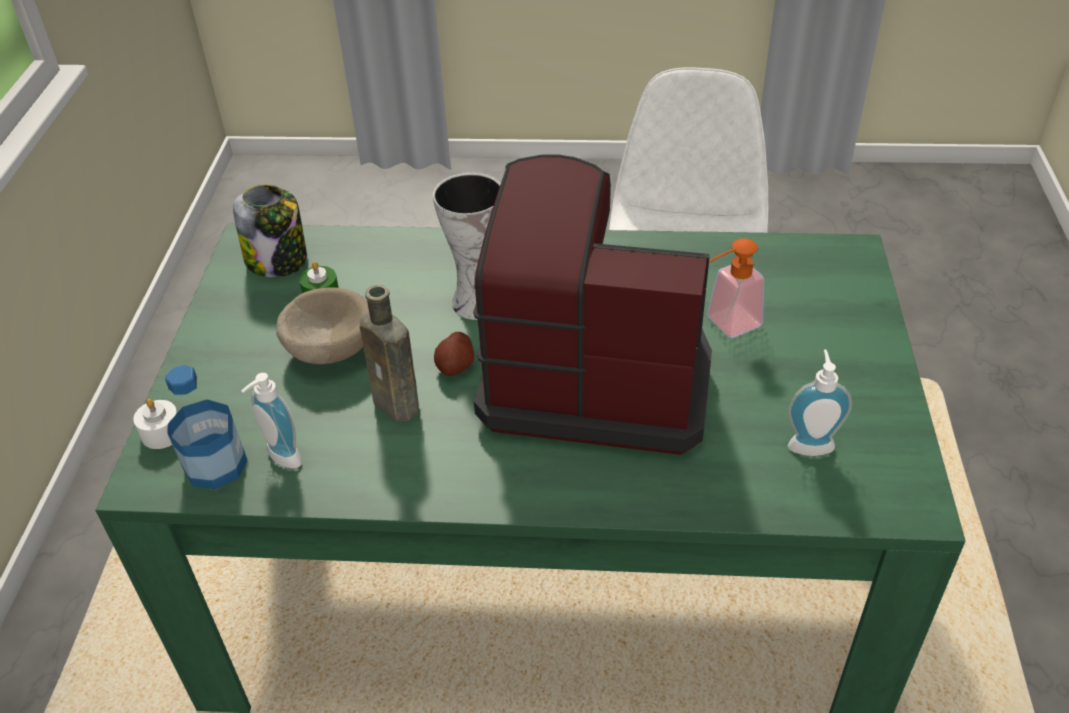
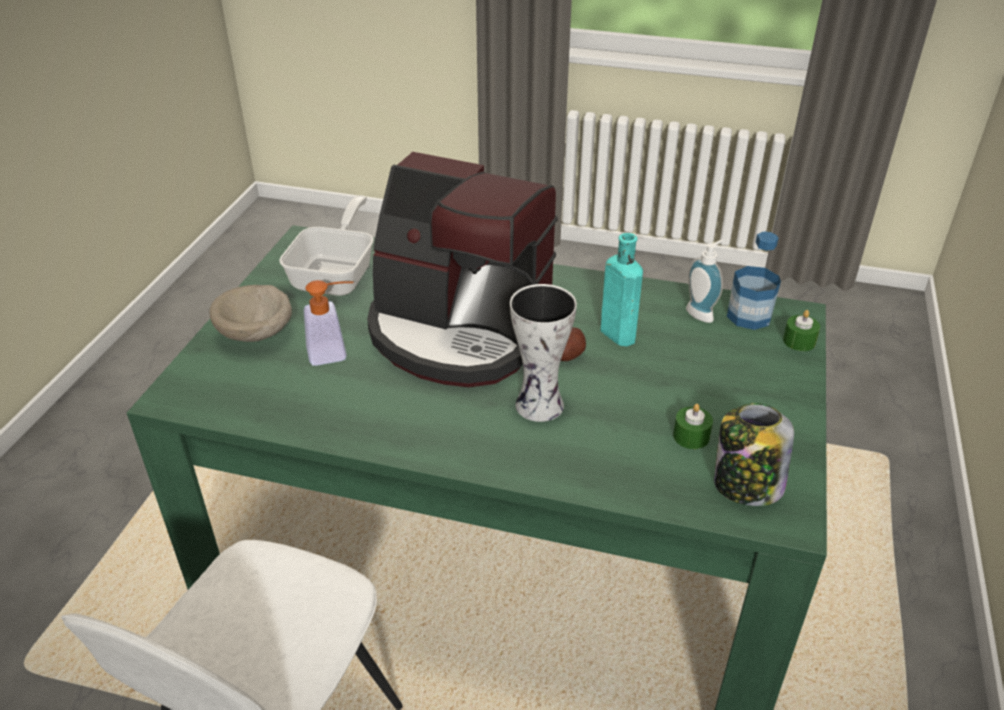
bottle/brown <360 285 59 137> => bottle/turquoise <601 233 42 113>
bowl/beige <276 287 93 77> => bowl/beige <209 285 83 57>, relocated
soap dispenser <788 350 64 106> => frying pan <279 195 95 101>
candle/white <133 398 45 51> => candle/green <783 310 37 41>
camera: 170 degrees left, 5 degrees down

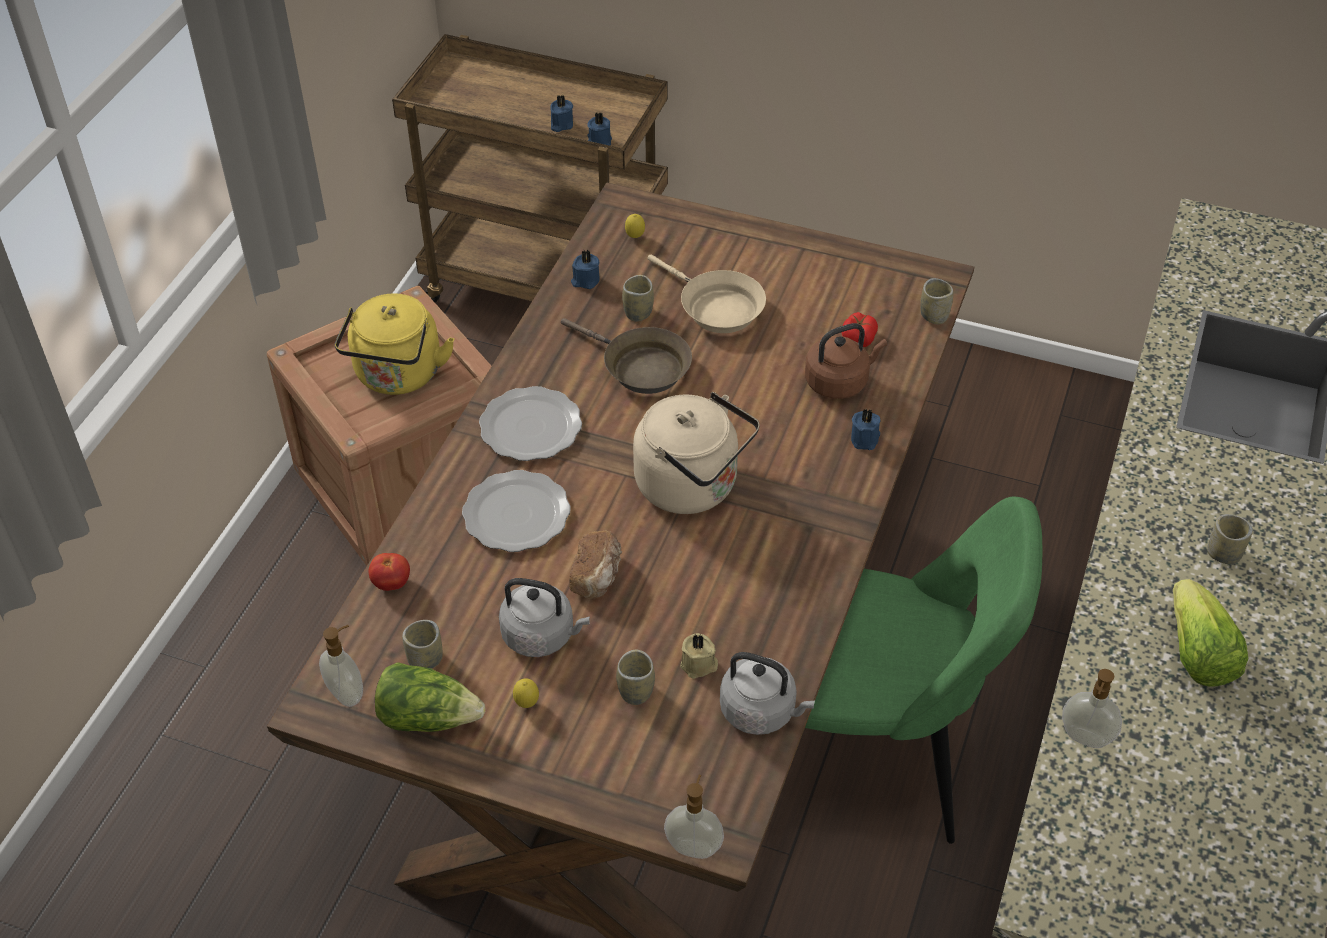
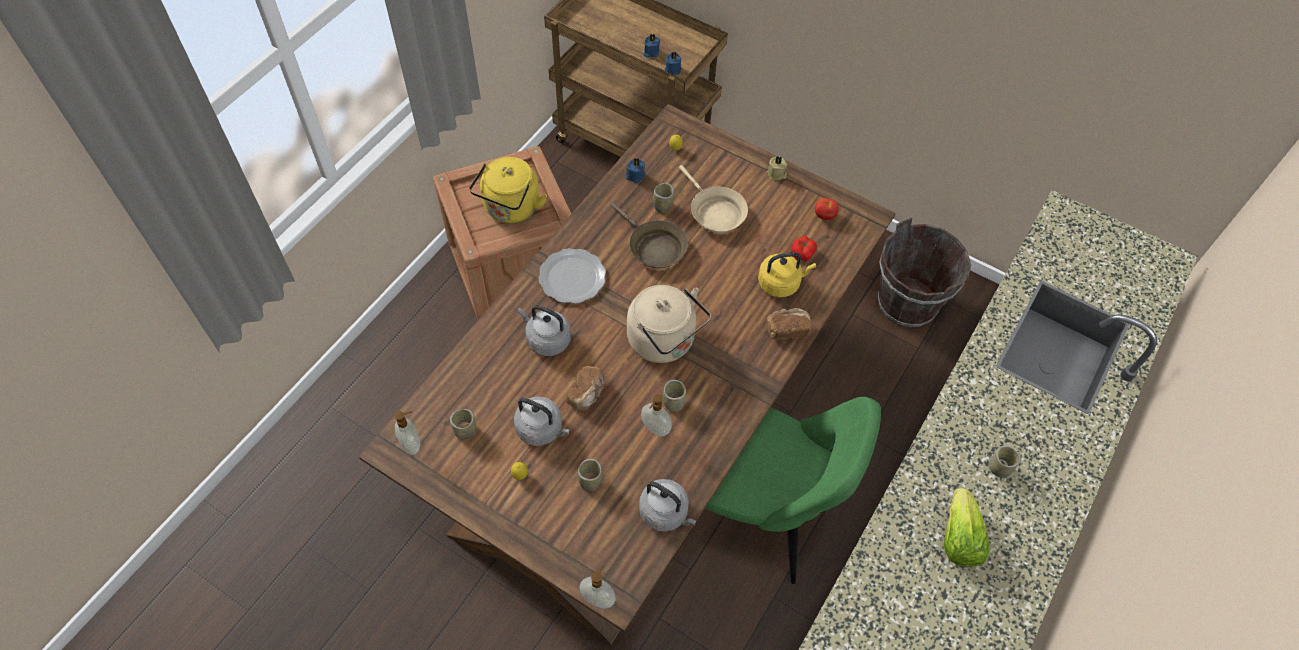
cup <920 278 33 46> => cup <662 380 24 32>, relocated
kettle/brown <805 323 82 76> => kettle/yellow <758 252 58 45>
candle/blue <851 409 30 41> => bread <766 308 45 31>
plate <462 470 108 82> => kettle/grey <518 305 53 51>
tomato <369 553 41 38> => tomato <815 198 24 22>, relocated
candle/beige <680 633 38 46> => candle/beige <767 156 20 24>, relocated
lettuce <375 662 110 70> => nothing
soap dispenser <1062 669 60 79> => soap dispenser <641 394 31 42>, relocated
nothing => bucket/brown <878 218 93 109>
camera: 10 degrees right, 10 degrees up

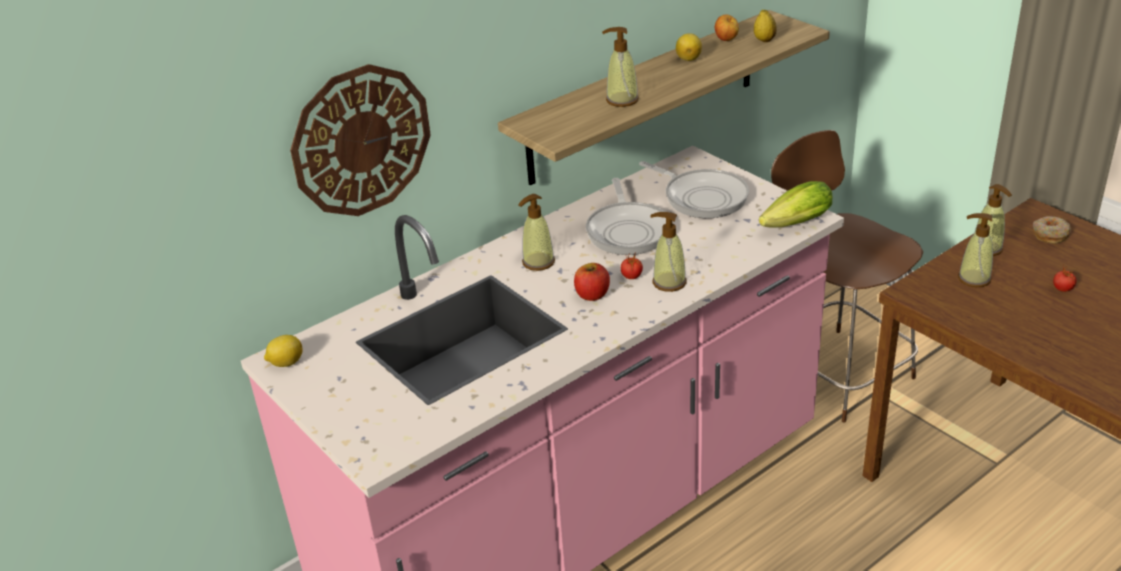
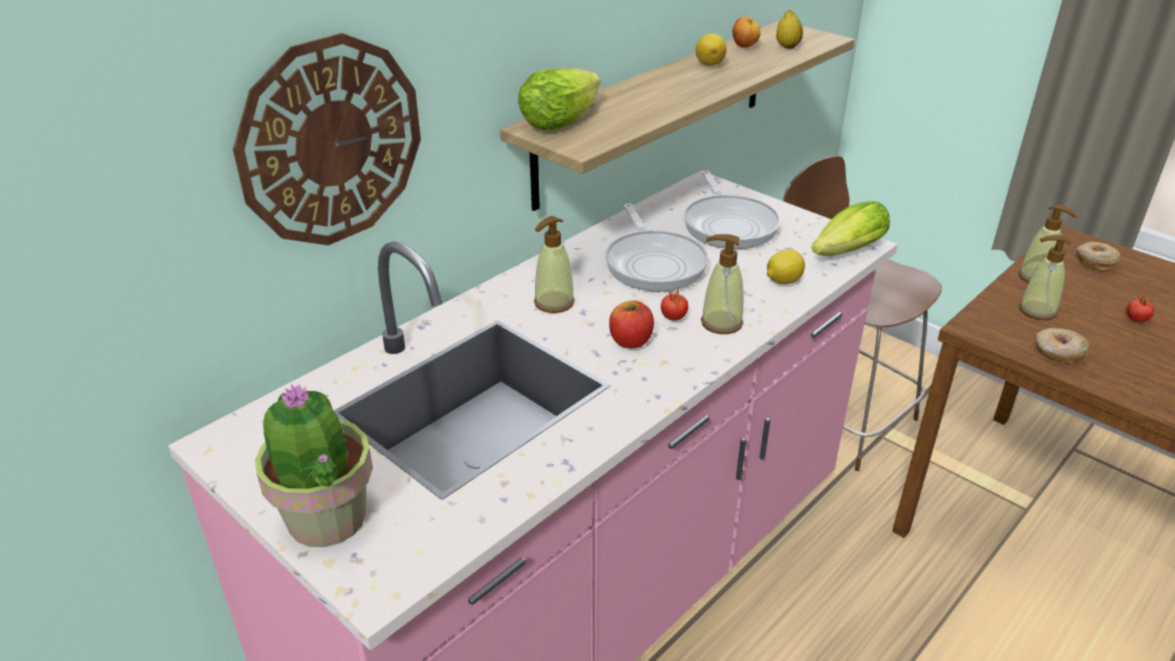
soap dispenser <602 27 37 80> => nothing
frying pan <639 161 110 57> => frying pan <684 170 97 79>, 45 degrees clockwise
lemon <264 335 39 32> => lemon <767 249 38 35>, relocated
nothing => lettuce <518 68 83 62>
nothing => donut <1035 328 55 36>
nothing => potted plant <255 384 118 163>
camera: 10 degrees left, 0 degrees up

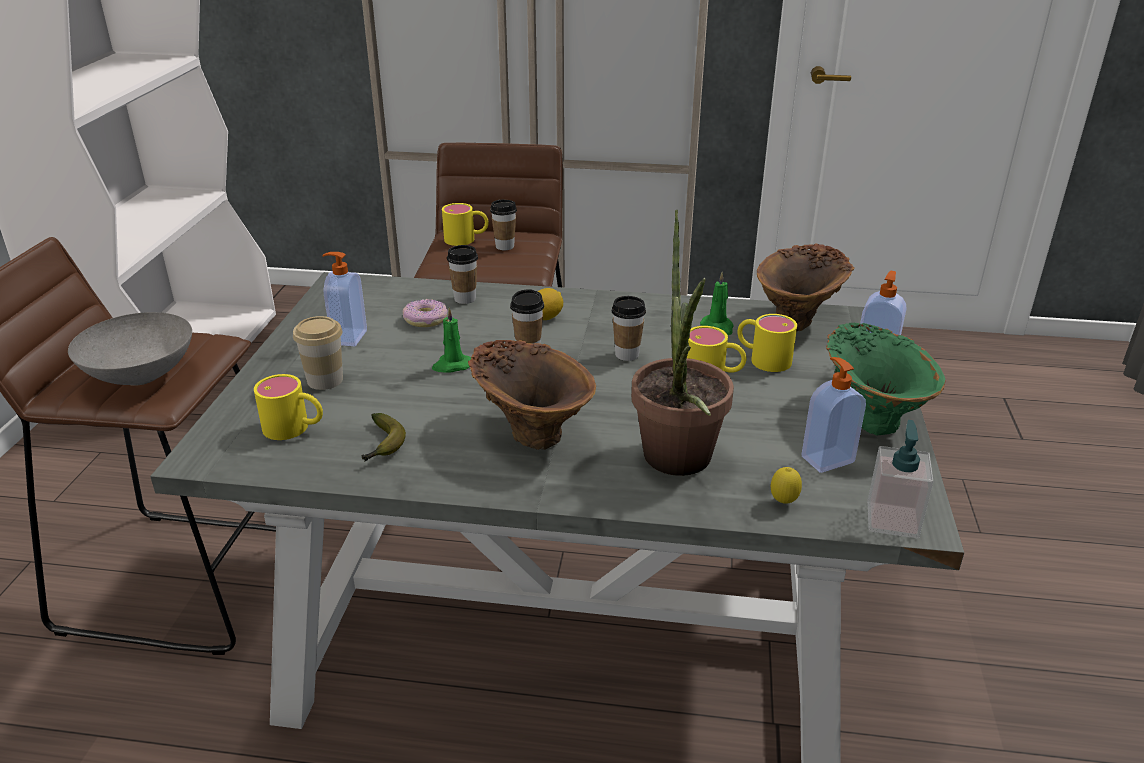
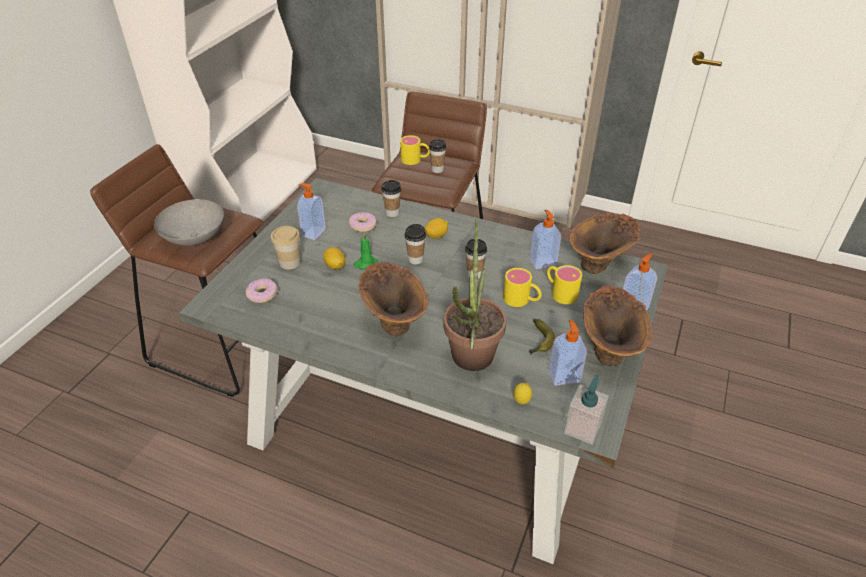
candle/green <700 272 34 63> => soap dispenser <530 210 31 59>
vase/green <826 323 120 112> => vase/brown <583 286 69 80>
mug/yellow <254 374 69 66> => donut <246 278 32 25>
banana <362 413 44 48> => banana <529 319 26 35>, relocated
nothing => lemon <323 247 23 23>
camera: 15 degrees right, 10 degrees up

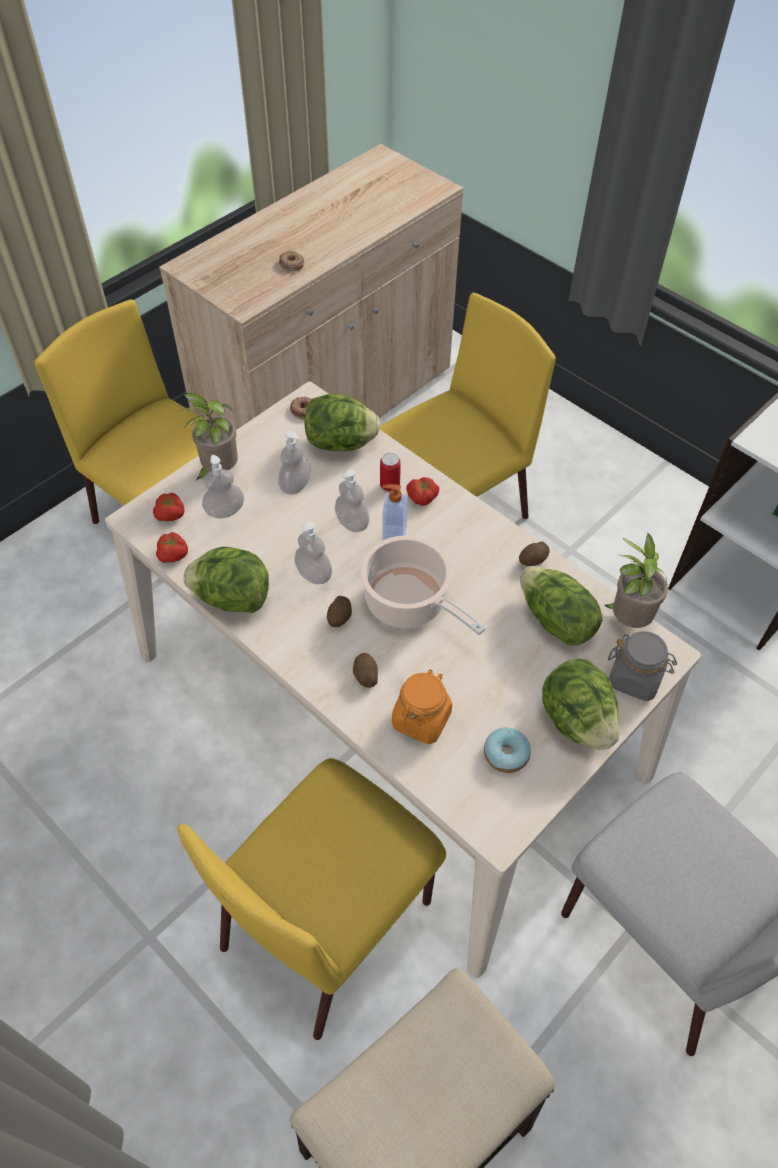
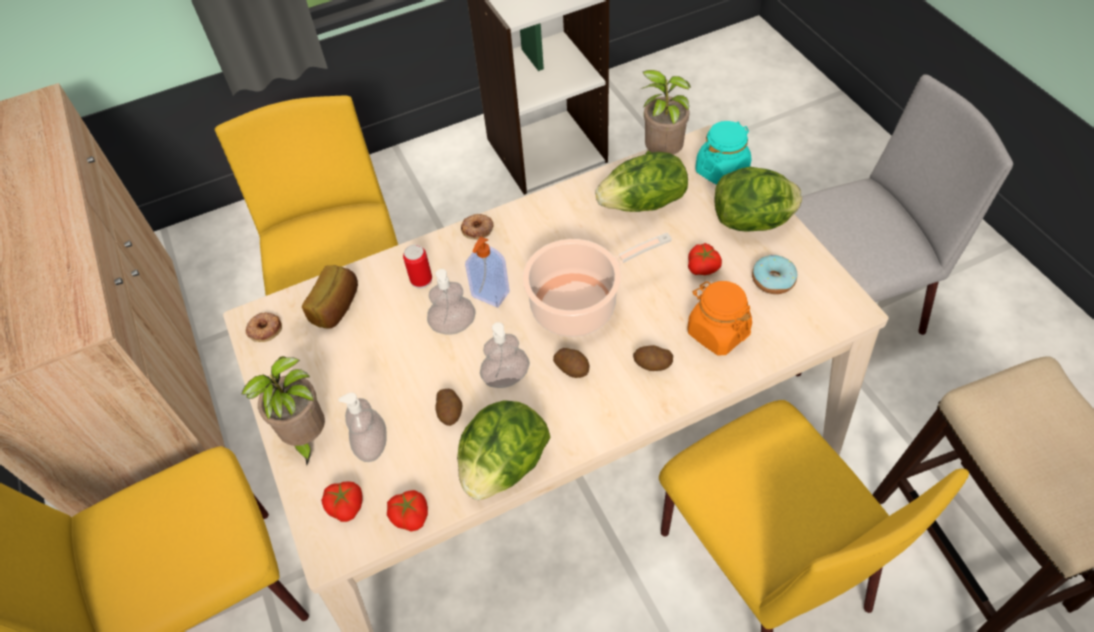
donut <279 251 25 20> => donut <461 214 33 26>, relocated
lettuce <304 394 76 57> => bread <302 265 56 64>
soap dispenser <278 431 33 64> => nothing
tomato <406 477 33 29> => tomato <688 243 34 32>, relocated
potato <519 541 30 25> => potato <435 389 28 37>, relocated
jar/grey <608 631 69 70> => jar/turquoise <696 121 56 64>
camera: 65 degrees left, 0 degrees up

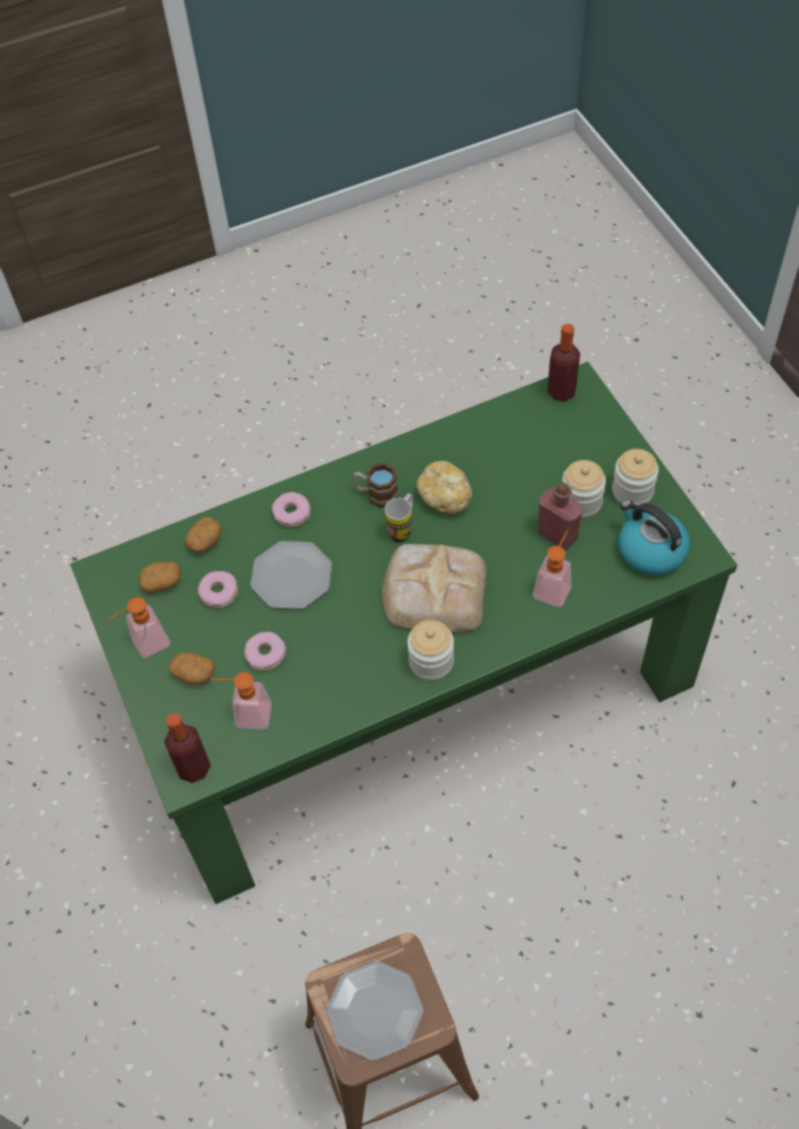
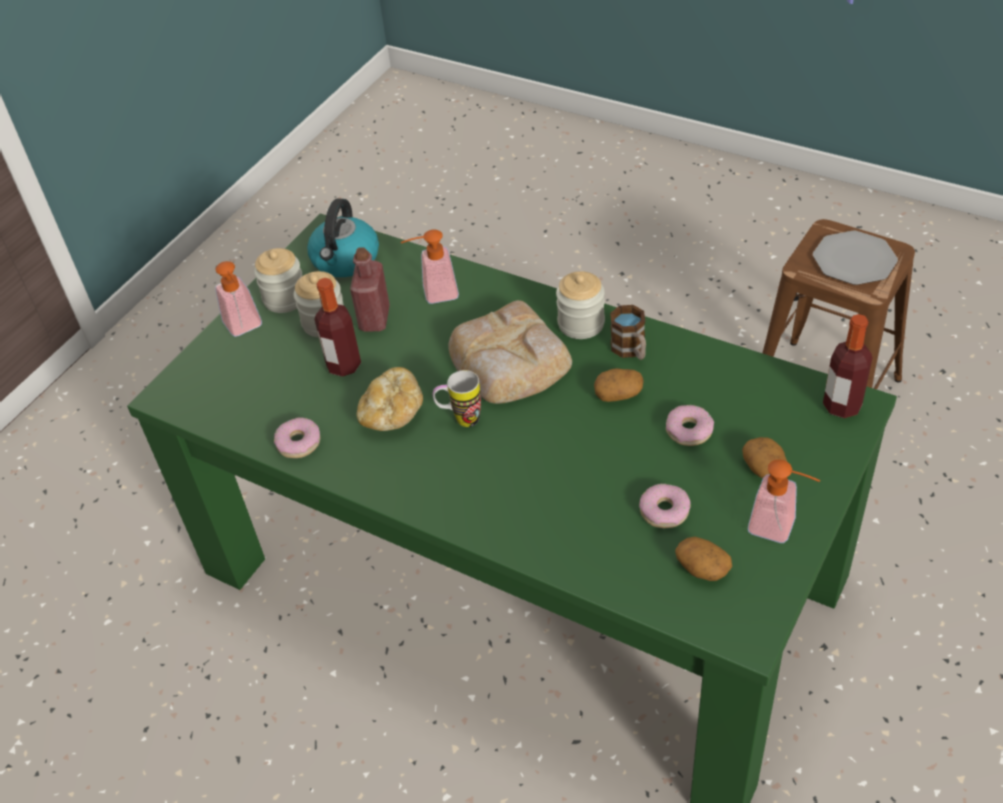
bottle <547 324 33 78> => bottle <314 278 47 99>, relocated
mug <353 463 45 45> => mug <610 305 36 55>, relocated
donut <272 492 39 35> => donut <274 417 46 41>, relocated
potato <185 517 37 35> => potato <594 368 50 34>, relocated
plate <250 541 82 68> => nothing
soap dispenser <211 672 61 57> => soap dispenser <215 261 47 76>, relocated
camera: 125 degrees left, 10 degrees down

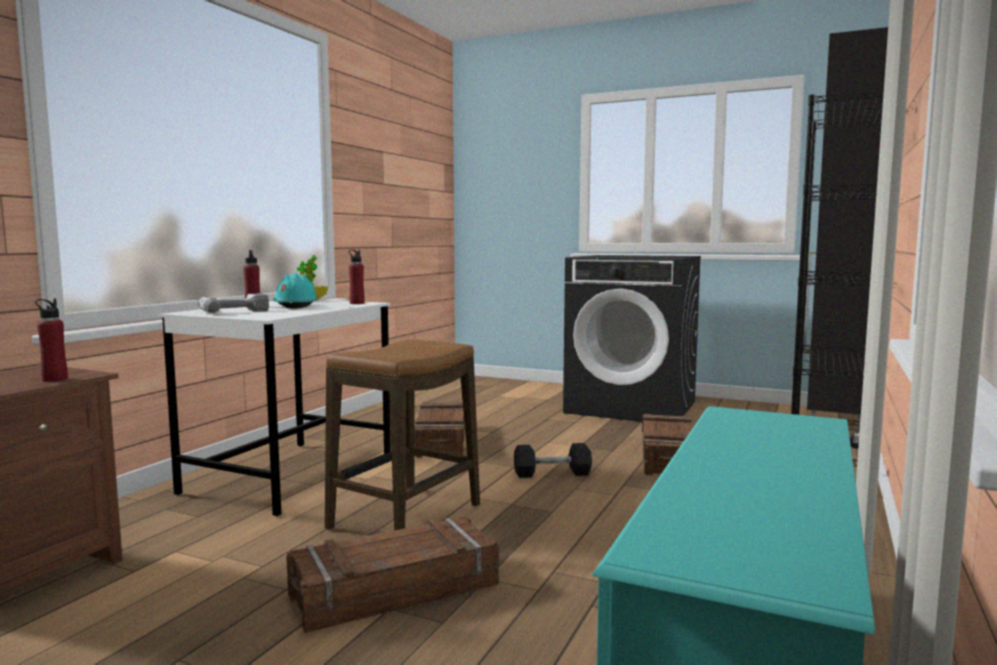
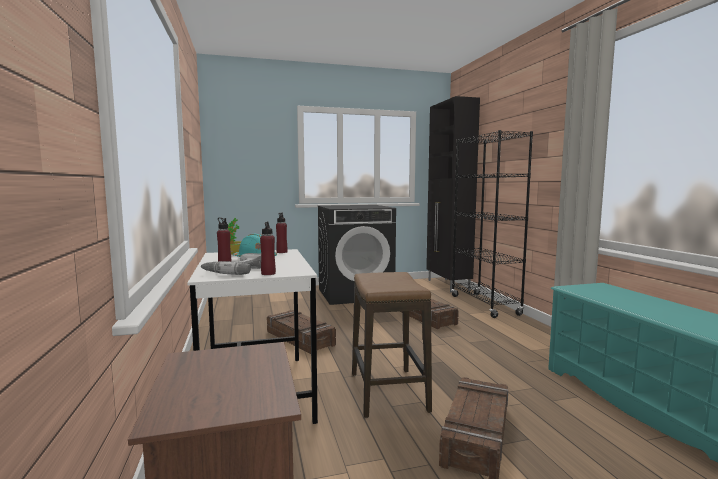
bottle/red <35 299 33 83> => bottle/red <260 222 16 53>, relocated
dumbbell/black <514 443 78 35> => nothing
camera: 40 degrees left, 0 degrees up

